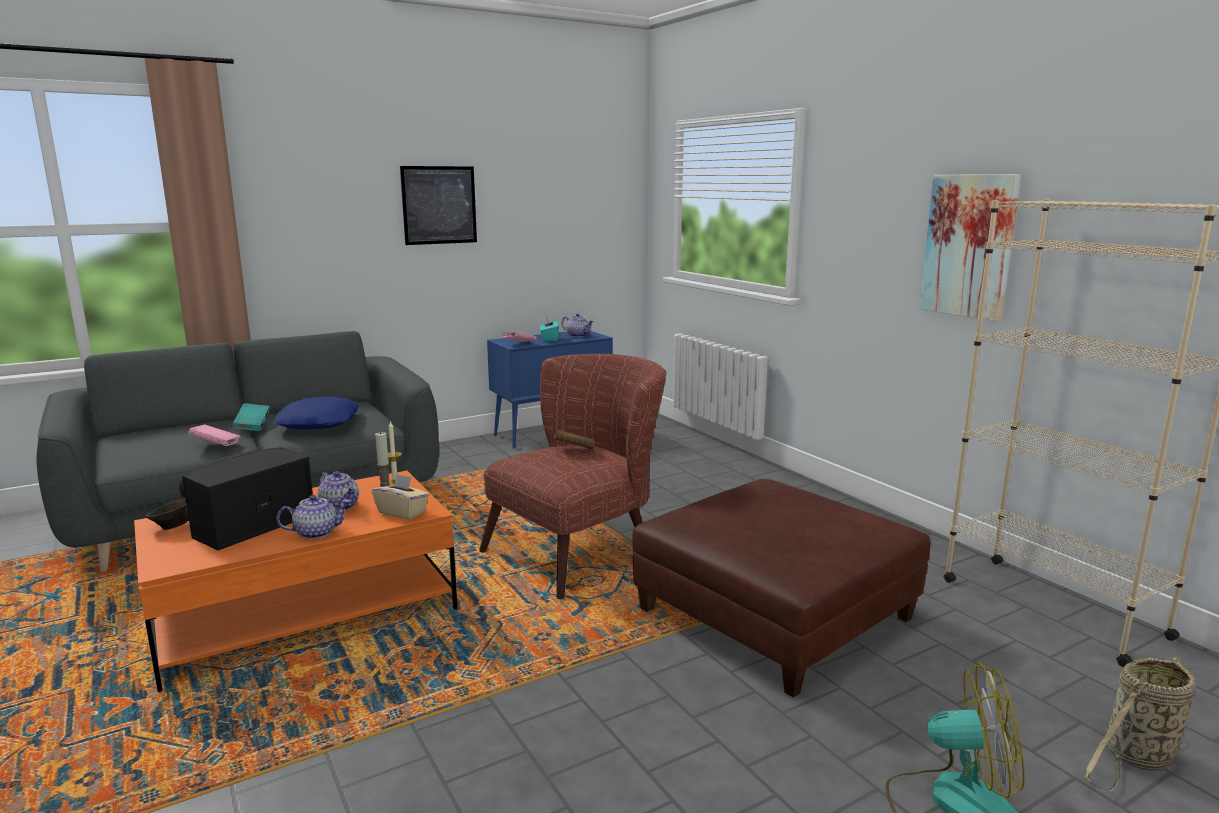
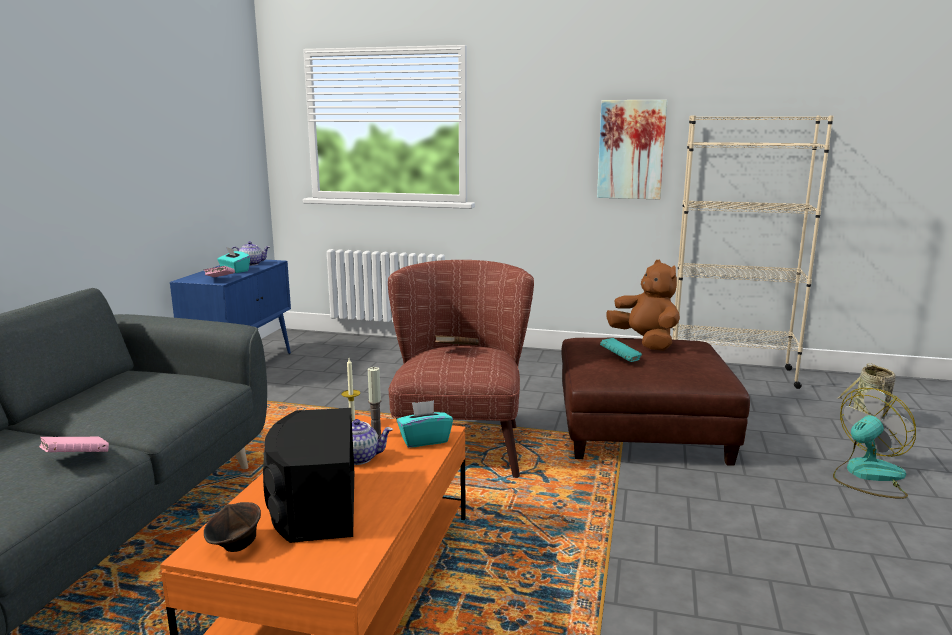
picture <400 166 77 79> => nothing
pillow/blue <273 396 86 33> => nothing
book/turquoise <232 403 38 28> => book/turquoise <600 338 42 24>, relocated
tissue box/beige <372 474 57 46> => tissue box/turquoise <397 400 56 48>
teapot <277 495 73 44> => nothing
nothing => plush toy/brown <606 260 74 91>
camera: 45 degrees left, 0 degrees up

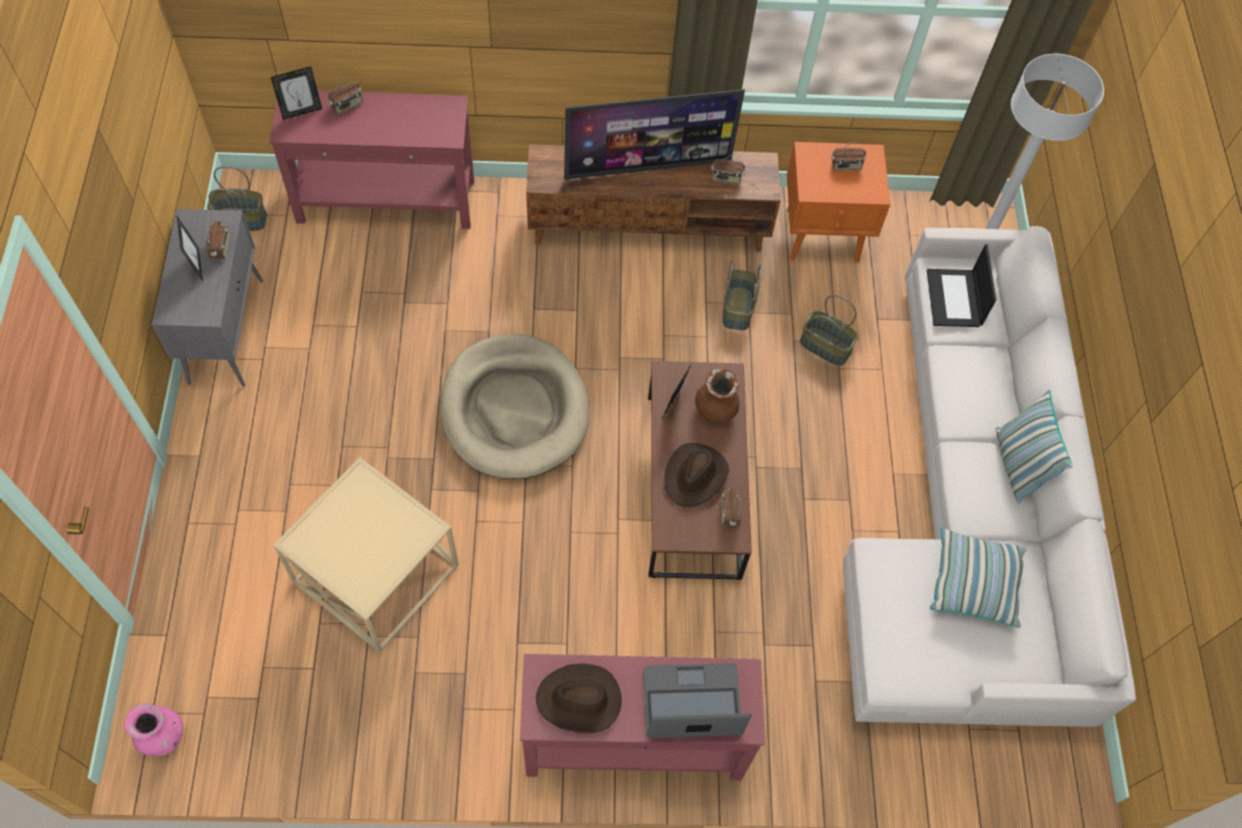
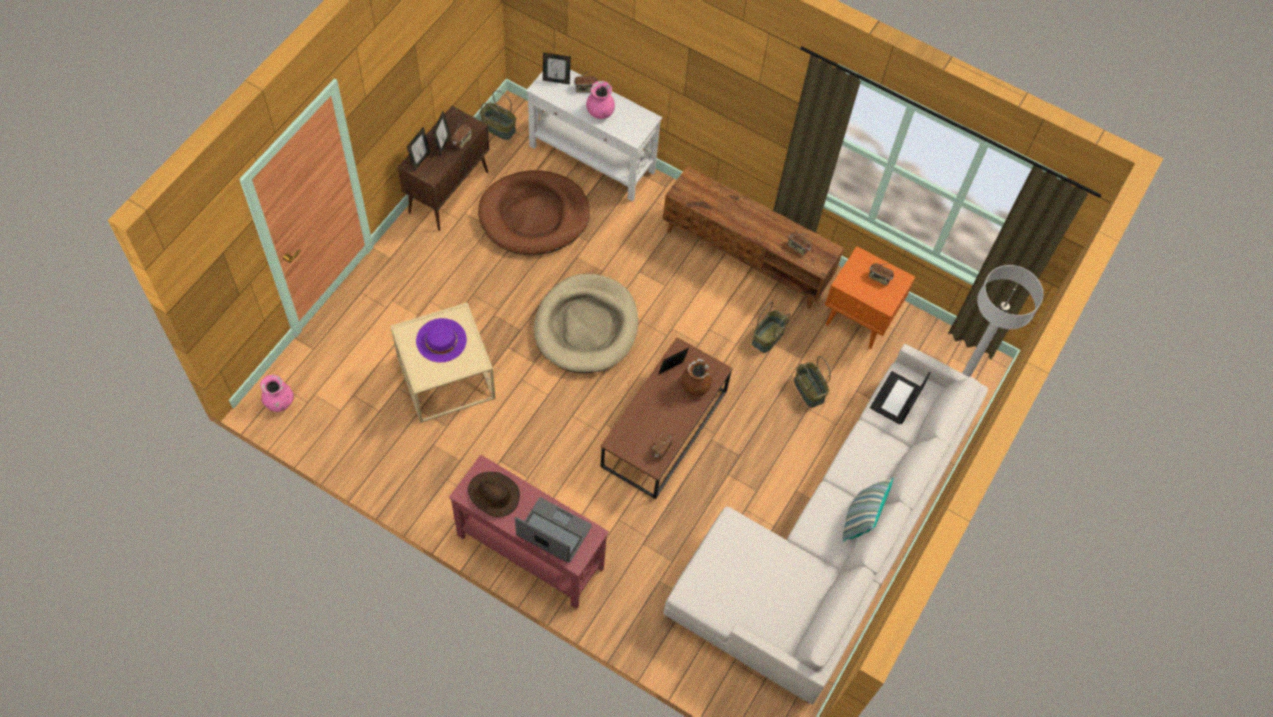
television <564 89 181 91> => nothing
console table/red <269 90 205 139> => console table/white <526 69 136 133>
cabinet/grey <152 209 111 178> => cabinet/brown <398 106 91 125>
hat/brown <664 443 65 64> => nothing
pillow <929 527 98 101> => nothing
nothing => vase/pink <586 81 29 38>
nothing => picture frame <407 127 23 44>
nothing => dog bed/brown <478 170 112 85>
nothing => hat/purple <416 318 51 44>
camera: 30 degrees right, 0 degrees up

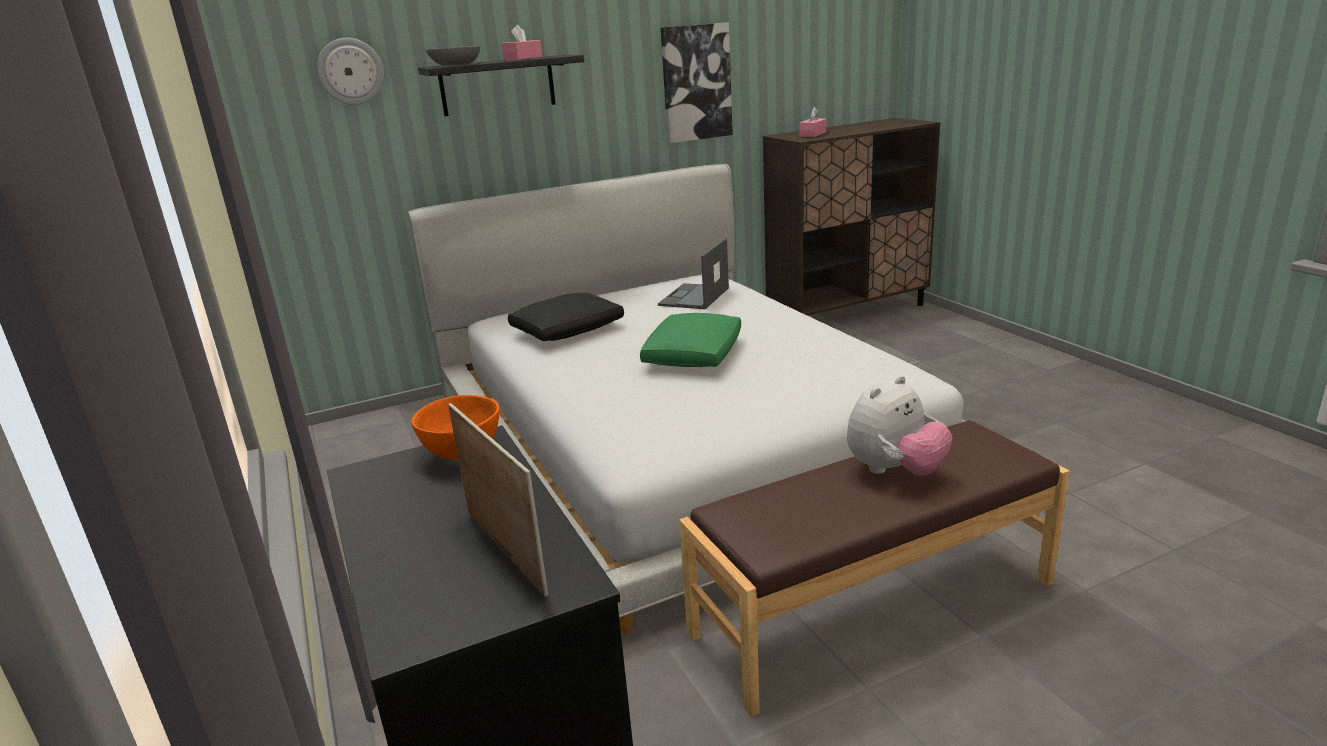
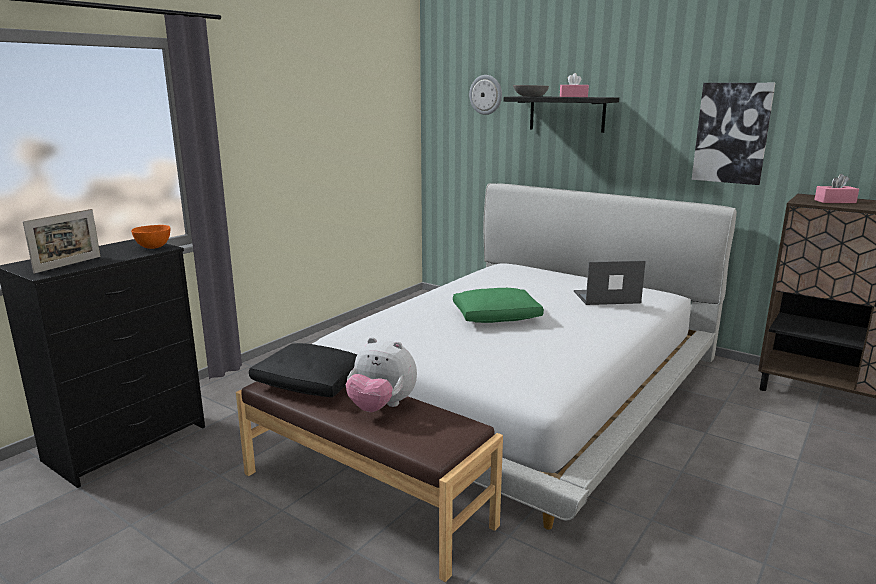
pillow/black <508 293 116 48> => pillow/black <249 343 108 54>, relocated
camera: 60 degrees right, 5 degrees down

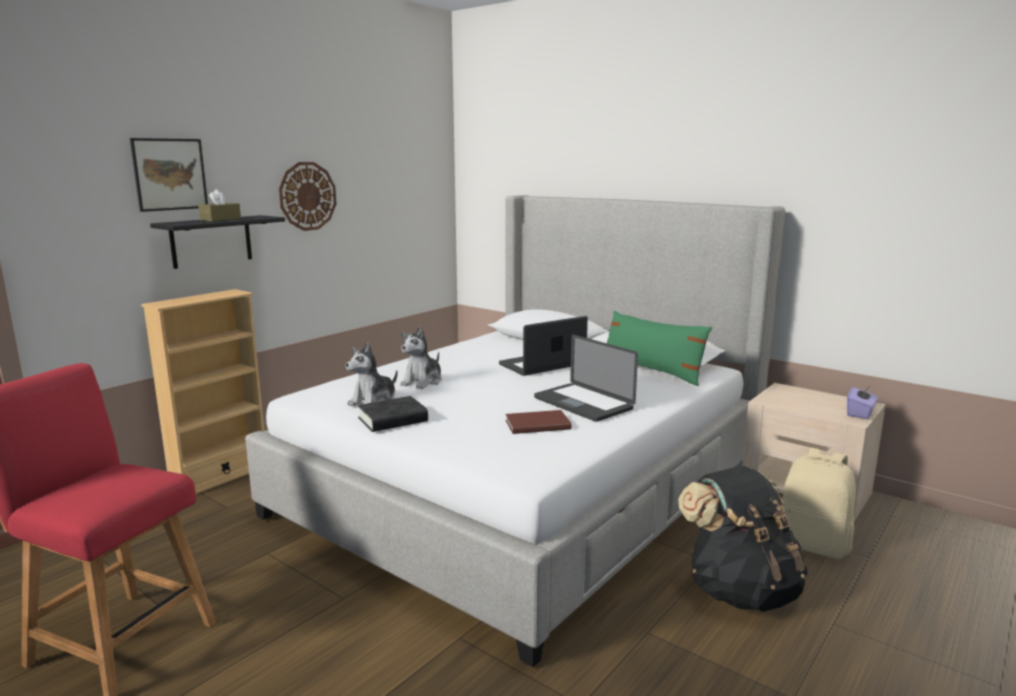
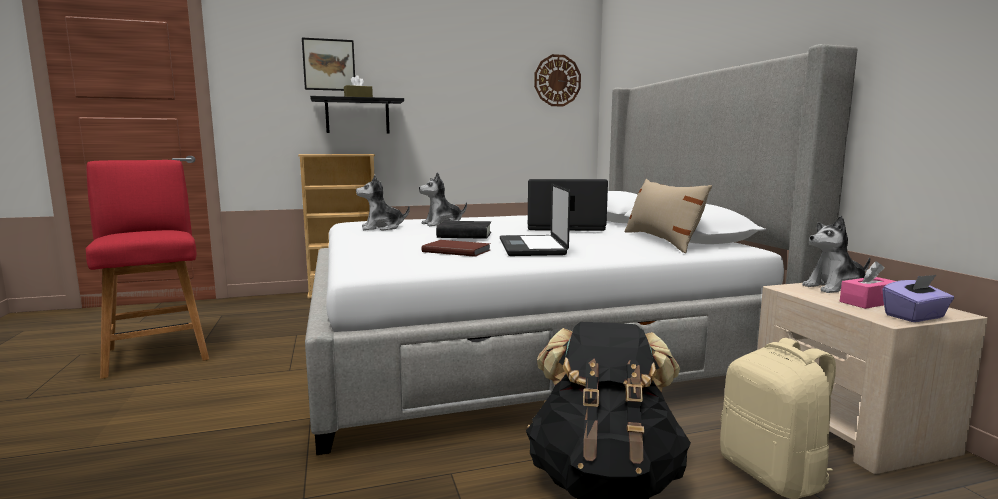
wall clock <279 162 57 69> => wall clock <534 54 47 52>, relocated
pillow/green <607 310 105 76> => pillow/beige <625 179 87 74>
book/black <358 396 70 36> => book/black <436 221 55 18>, relocated
nothing => plush toy <802 216 68 77>
nothing => tissue box/pink <840 261 56 48>
camera: 35 degrees right, 5 degrees down

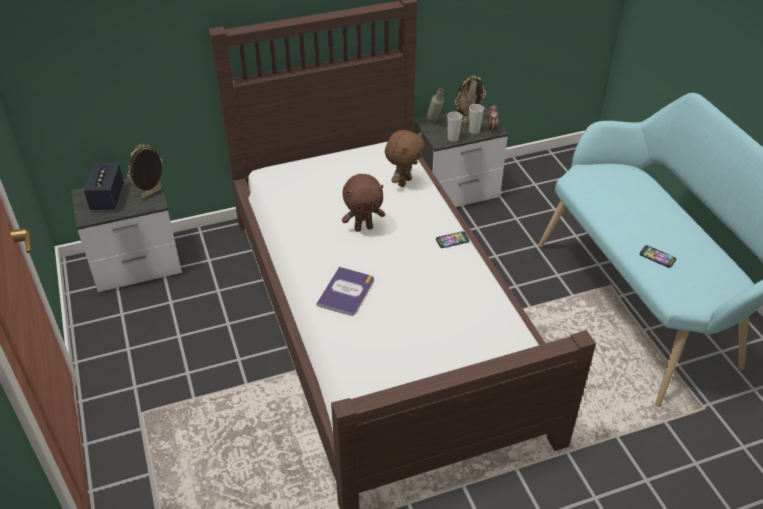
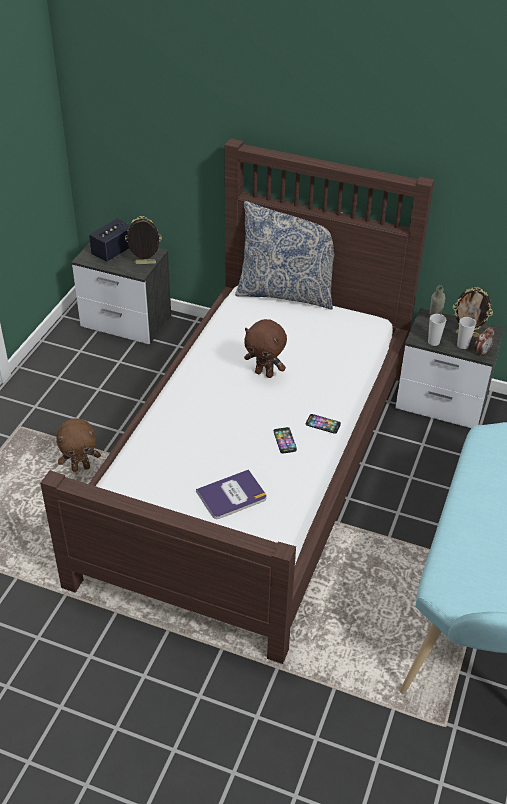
plush toy/brown <385 130 40 57> => plush toy/brown <56 418 45 54>, relocated
phone <640 245 36 23> => phone <274 427 23 26>, relocated
book <316 267 58 49> => book <196 469 71 50>, relocated
nothing => pillow <235 201 110 109>
camera: 40 degrees right, 0 degrees up

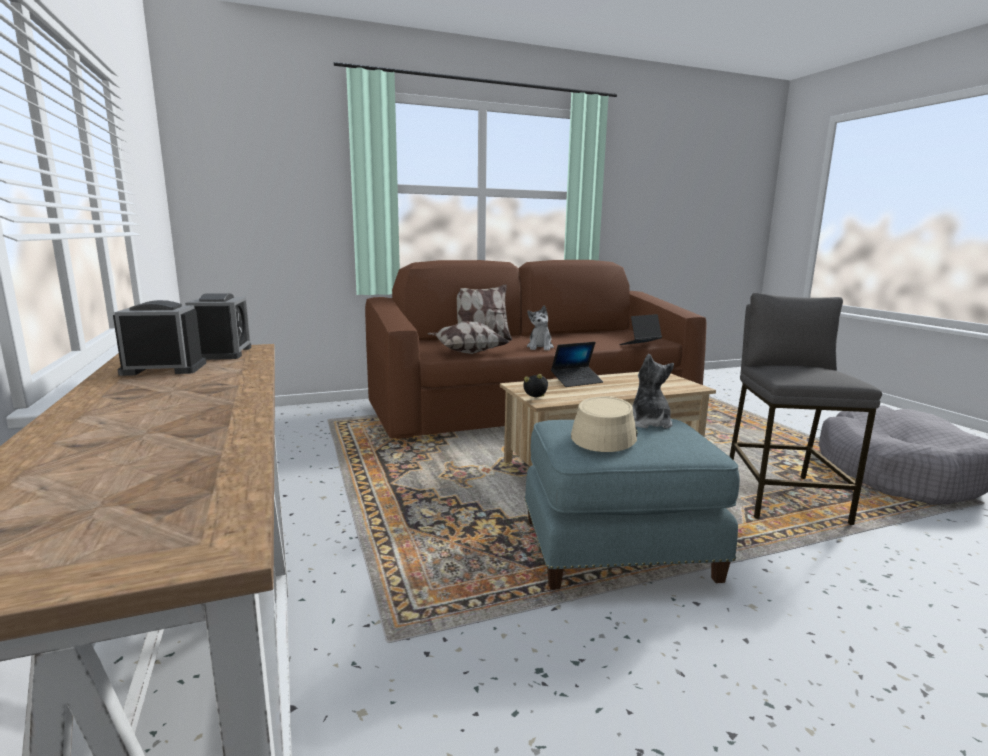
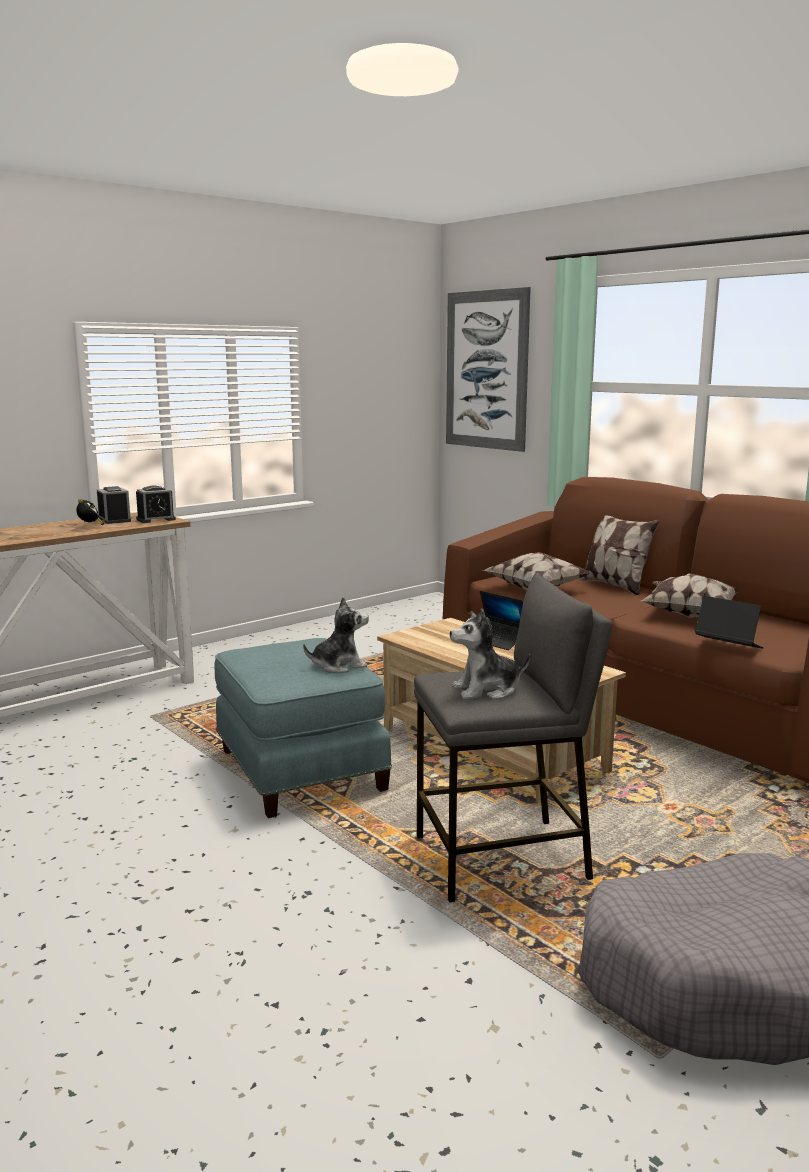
plush toy <527 306 27 44> => plush toy <450 609 80 91>, relocated
alarm clock <523 374 25 23> => alarm clock <76 498 29 28>, relocated
hat/beige <571 397 66 55> => nothing
nothing => picture <446 287 85 165>
nothing => pillow <641 574 98 44>
camera: 70 degrees right, 0 degrees up

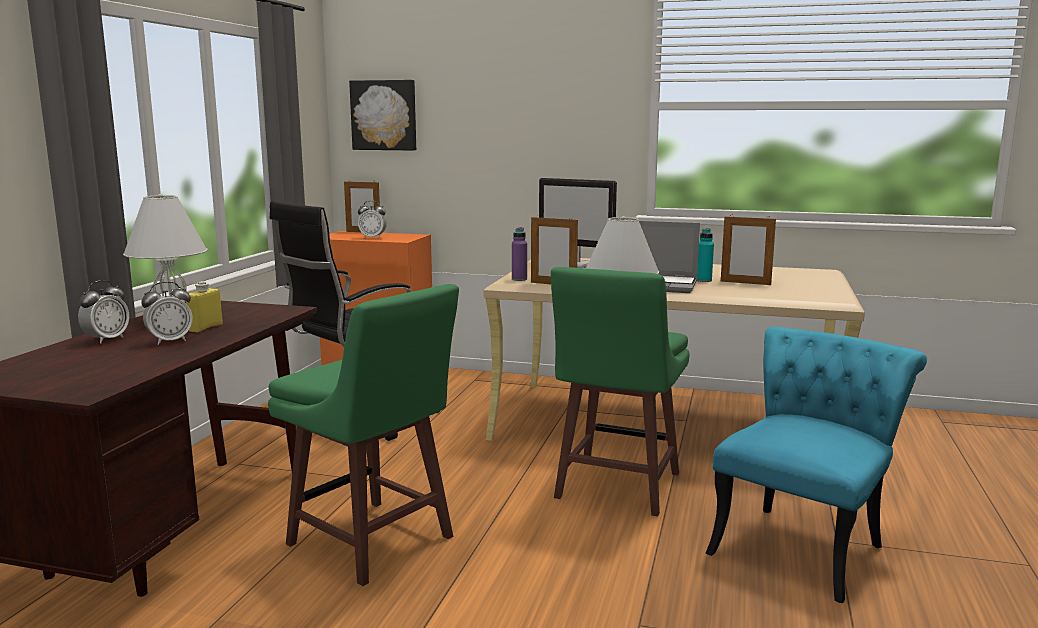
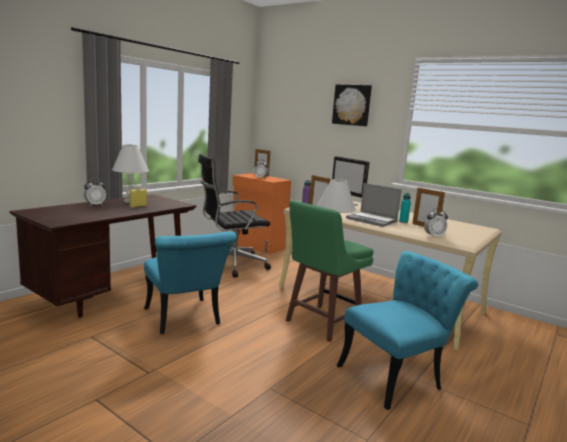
picture <349 80 67 71> => picture <332 84 40 42>, relocated
alarm clock <141 281 52 64> => alarm clock <424 208 24 30>, relocated
stool/green <268 284 191 302> => chair/turquoise <144 231 92 103>
camera: 20 degrees right, 0 degrees up

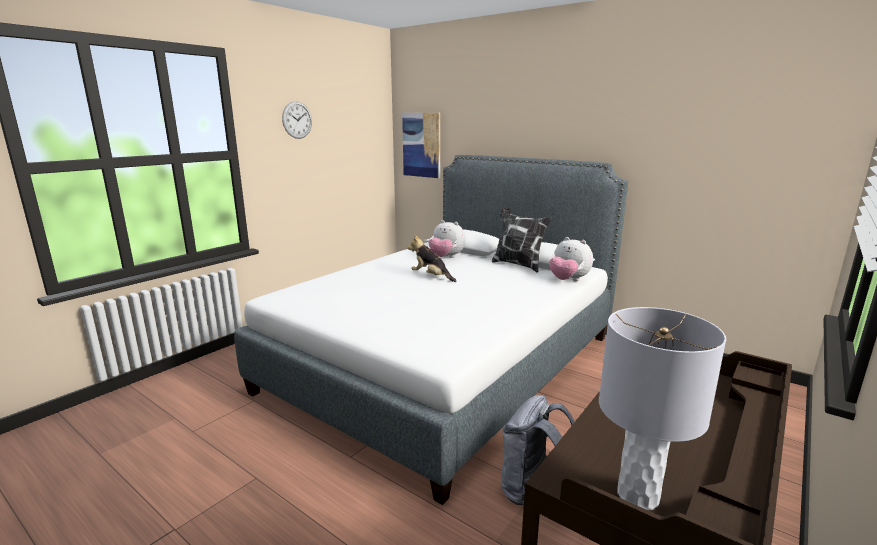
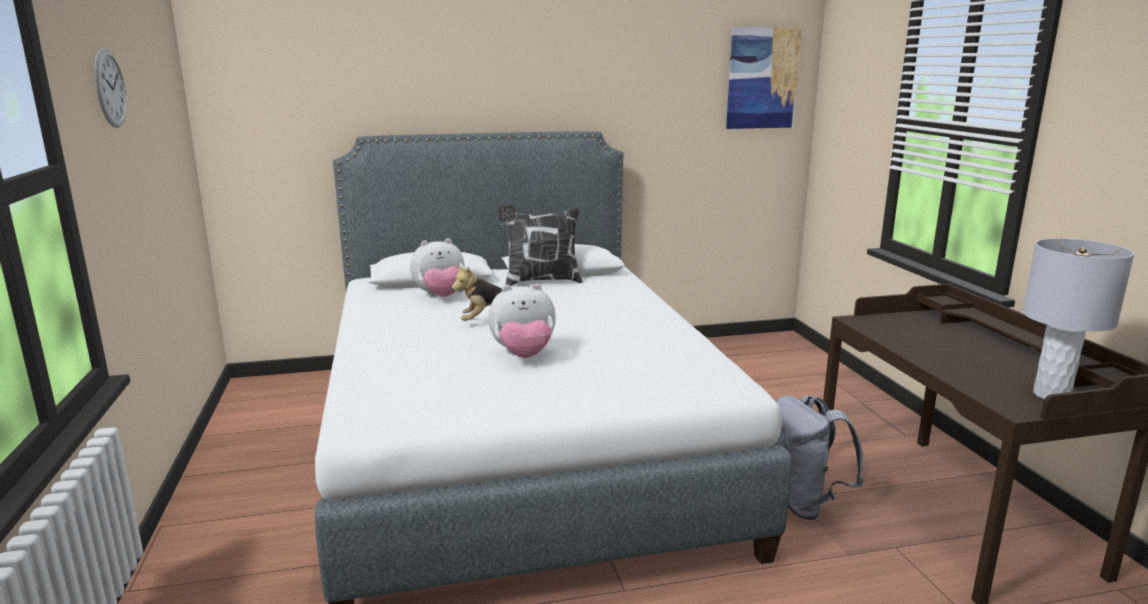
picture <402 113 38 65> => picture <726 27 76 102>, relocated
plush toy <549 237 44 44> => plush toy <488 284 68 74>, relocated
camera: 50 degrees left, 0 degrees up

